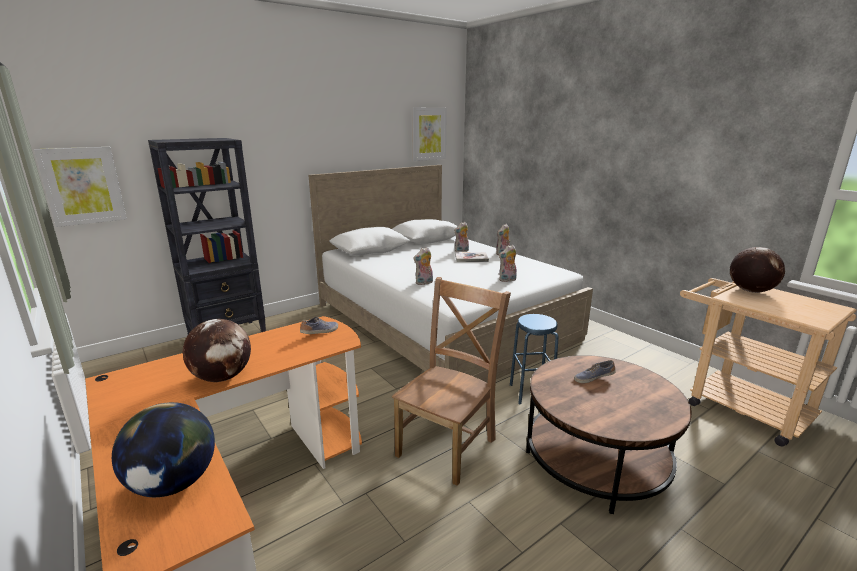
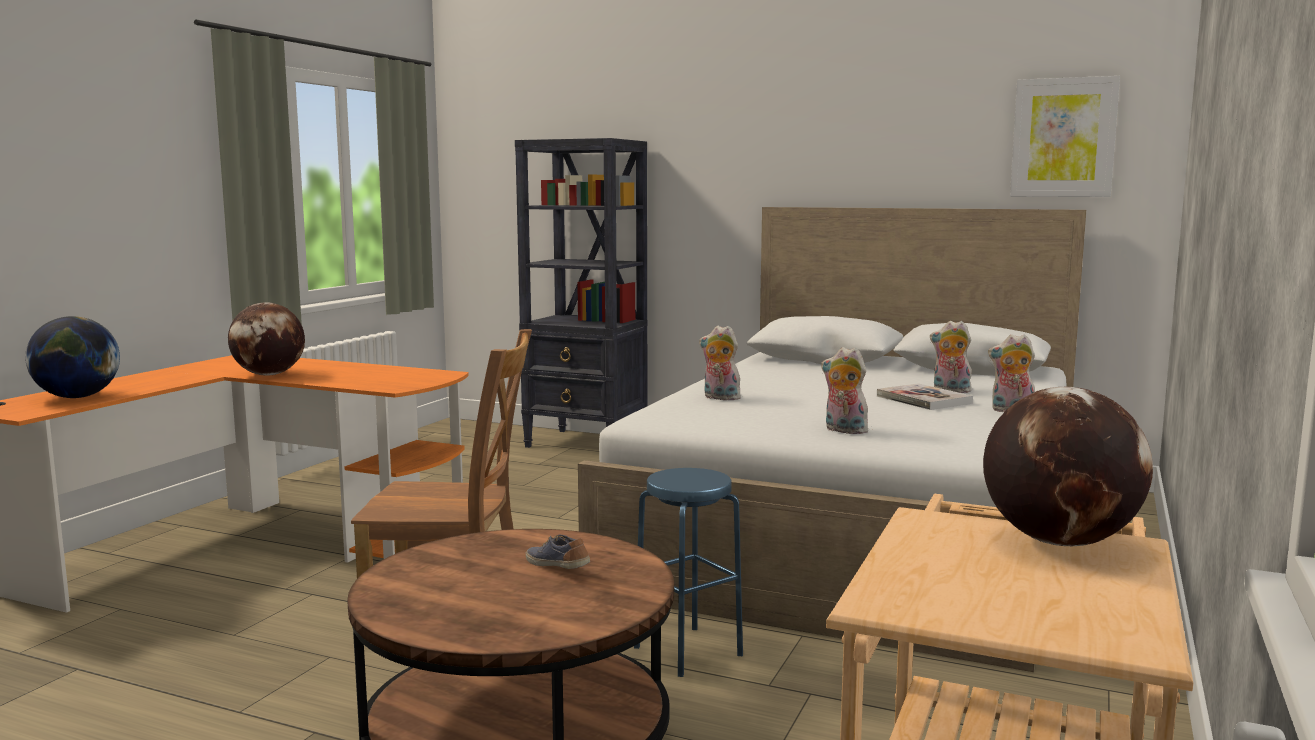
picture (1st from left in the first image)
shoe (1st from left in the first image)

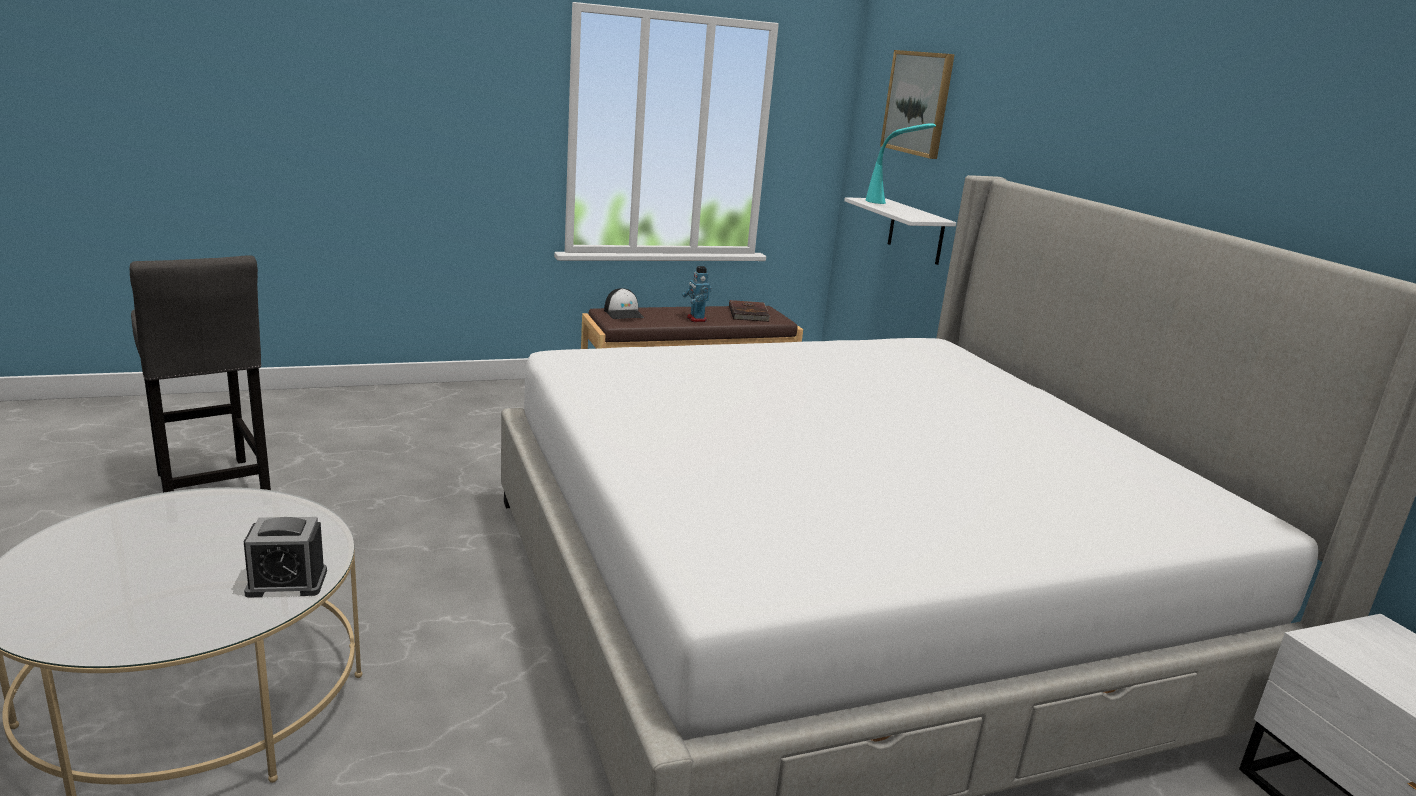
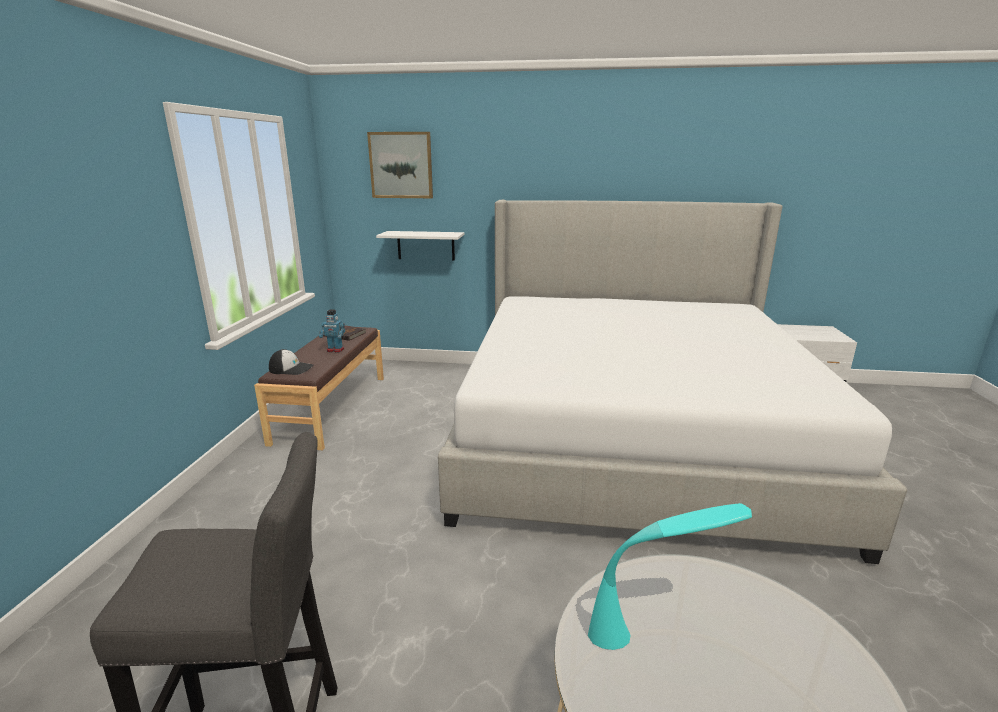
table lamp (turquoise)
alarm clock

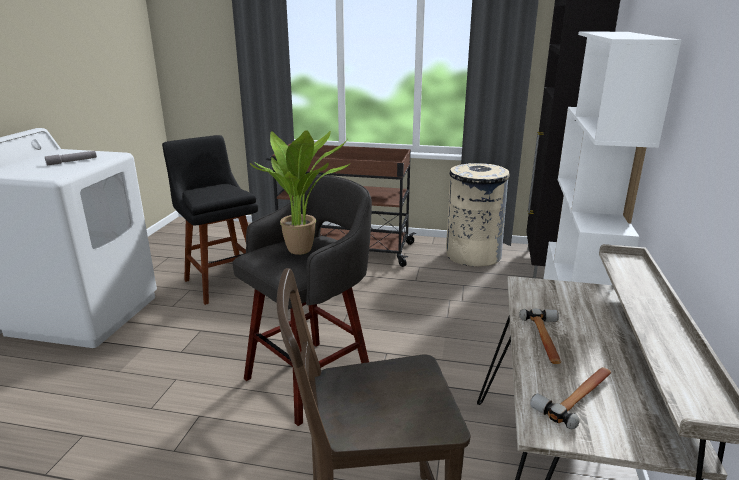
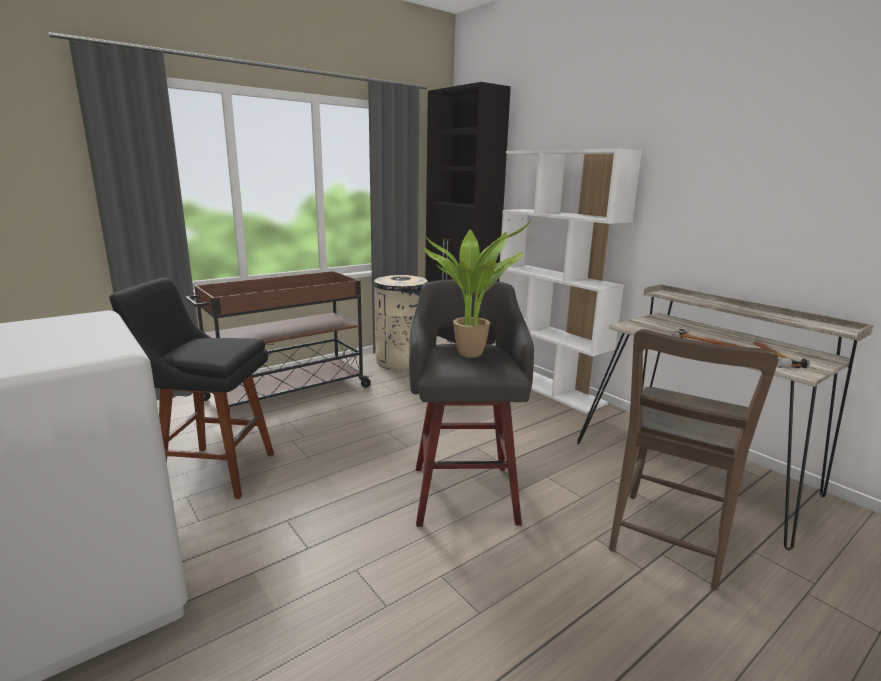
flashlight (grey)

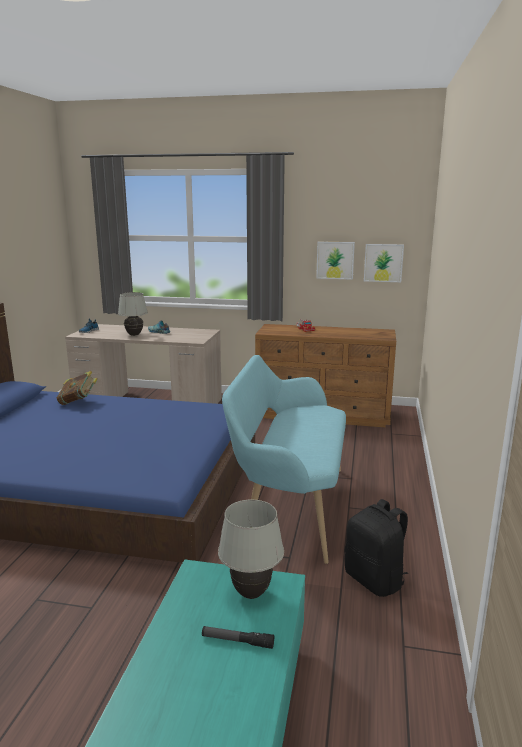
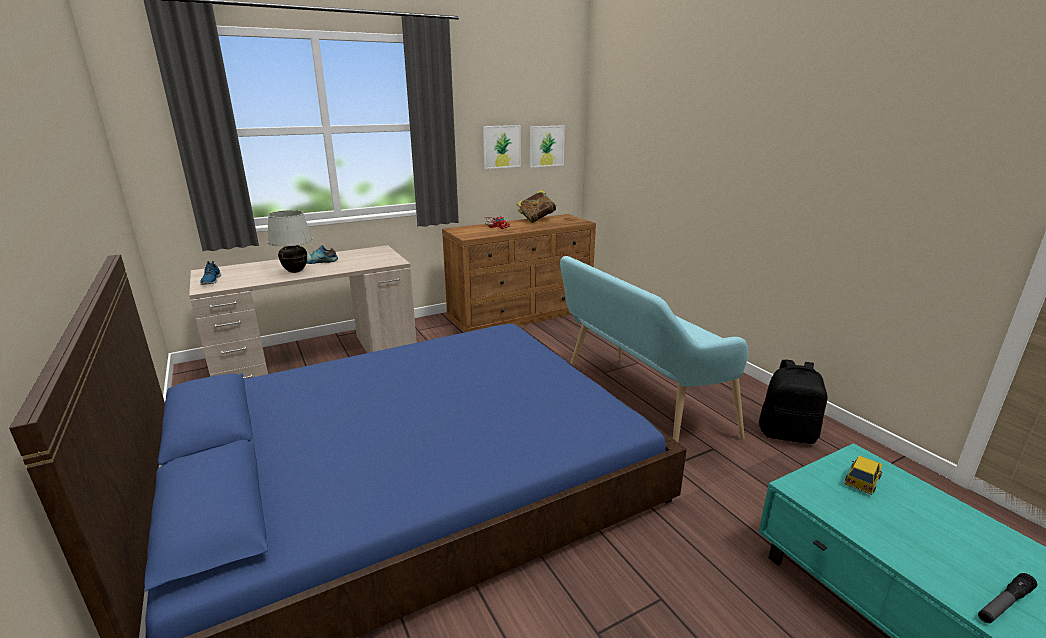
book
toy car
flashlight

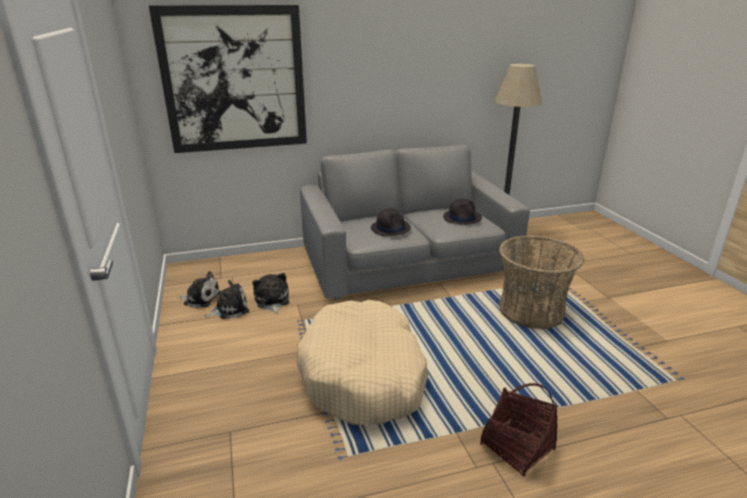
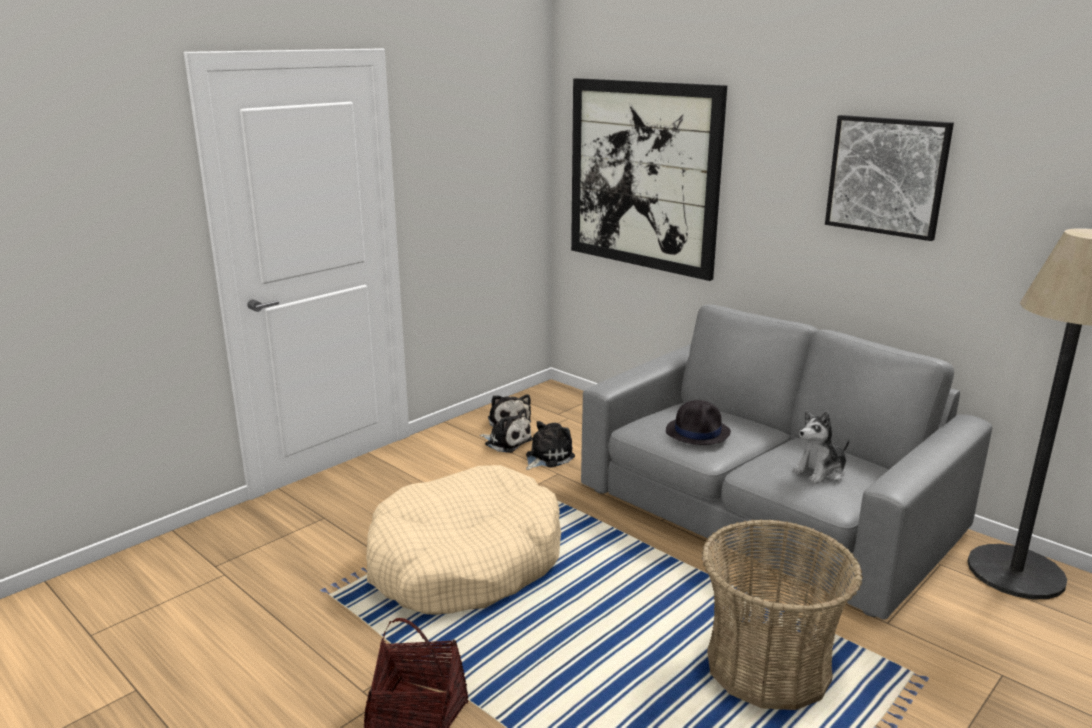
plush toy (4th from left)
picture (2nd from left)

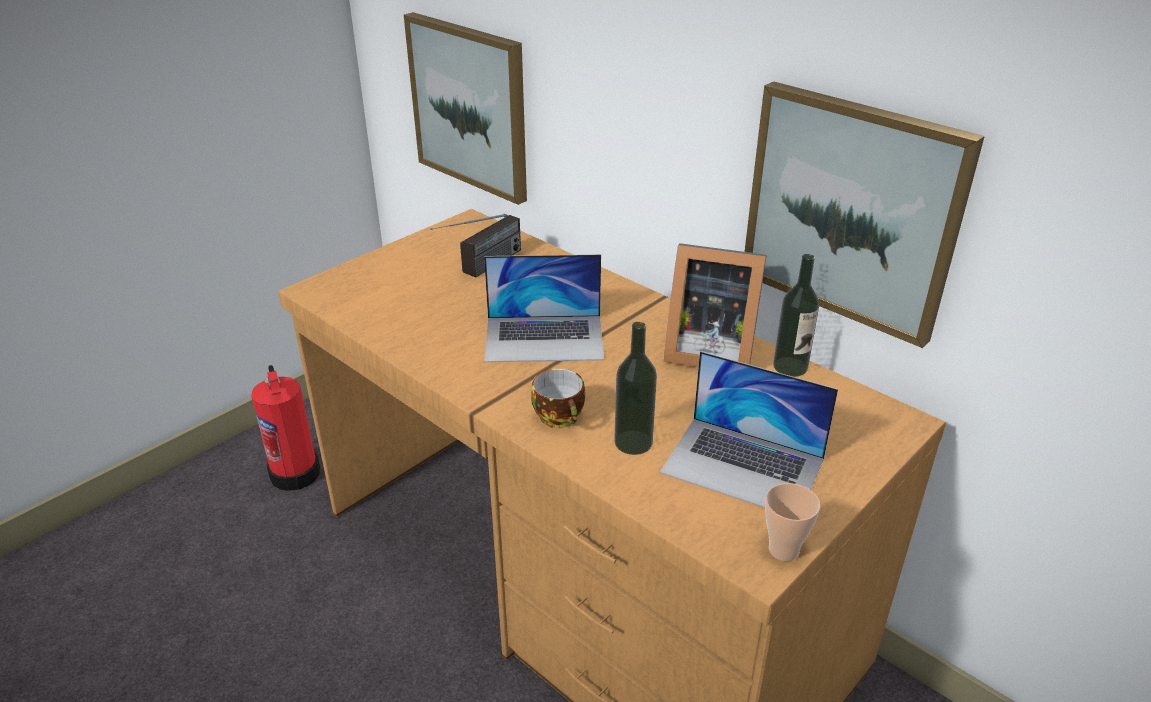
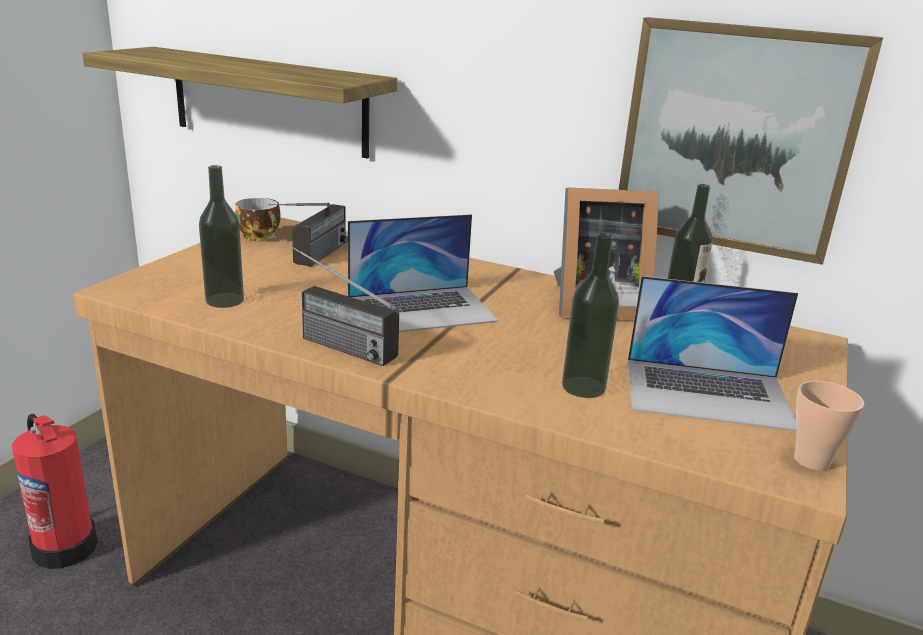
shelf
bottle (1st from left)
cup (1st from left)
radio (2nd from left)

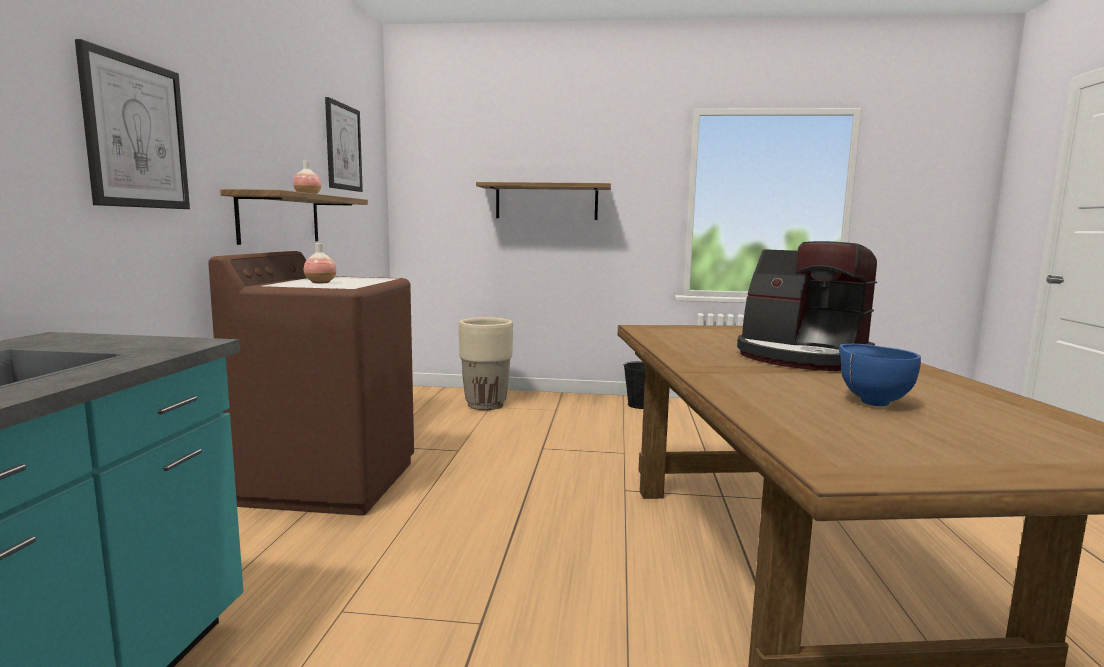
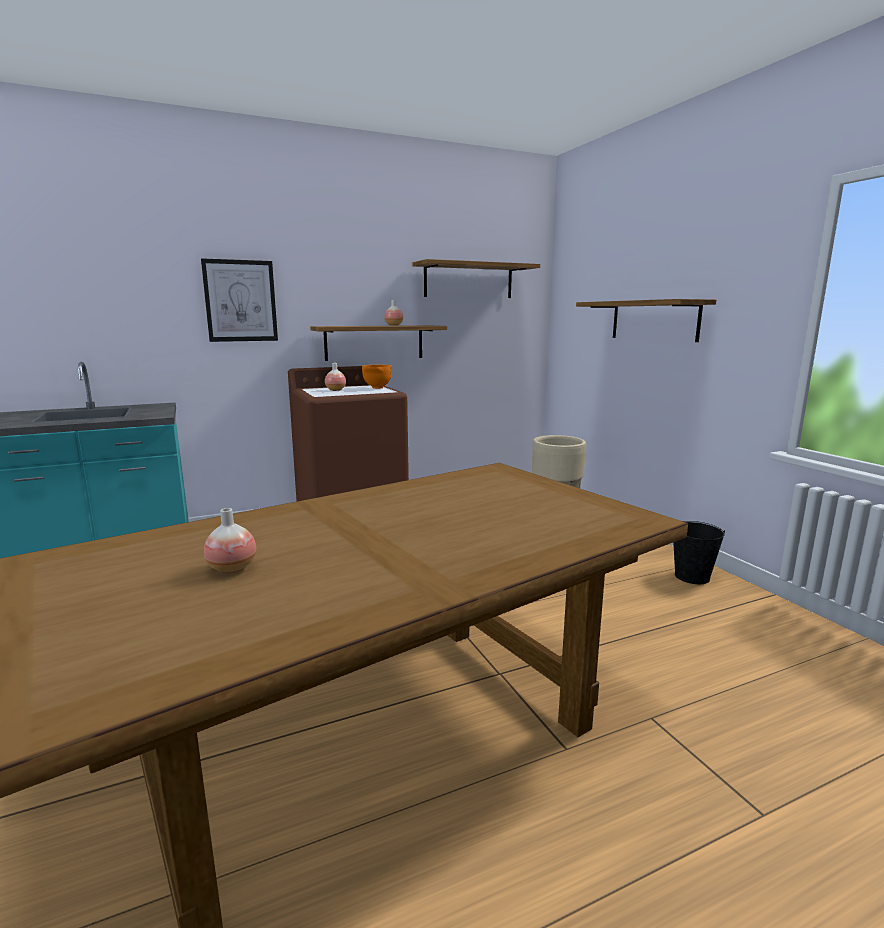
vase (1st from left)
bowl (orange)
shelf (2nd from left)
coffee machine

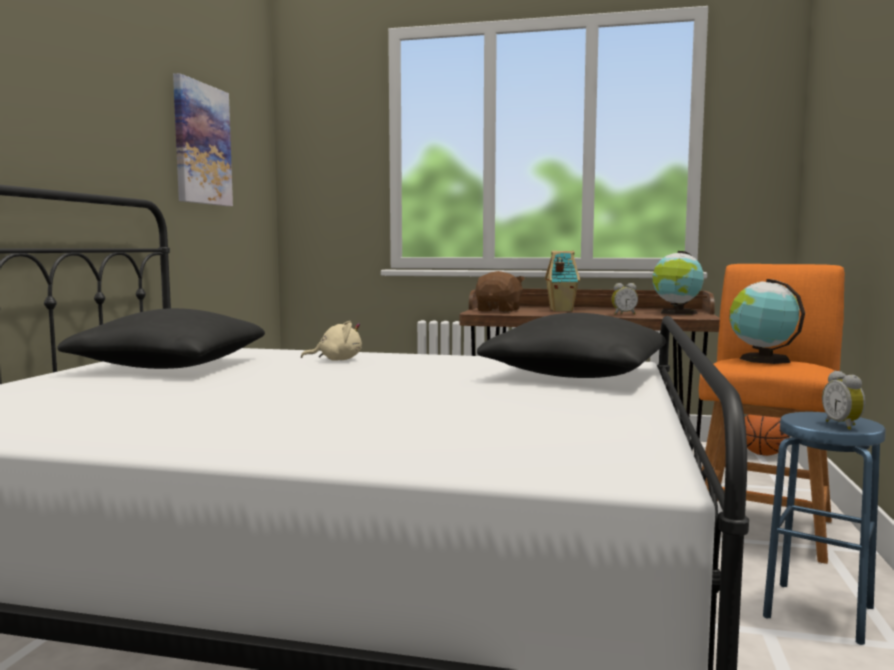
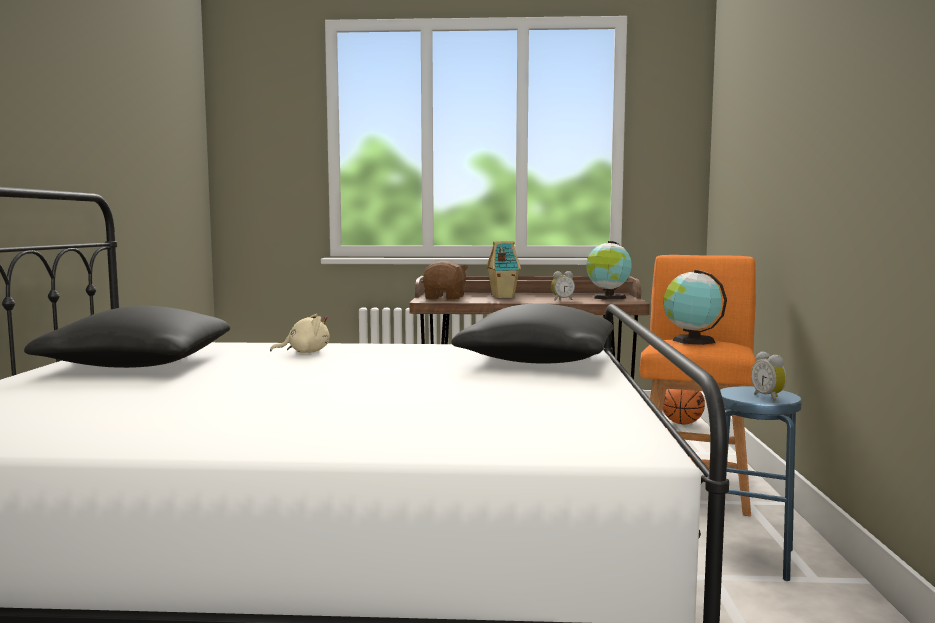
picture

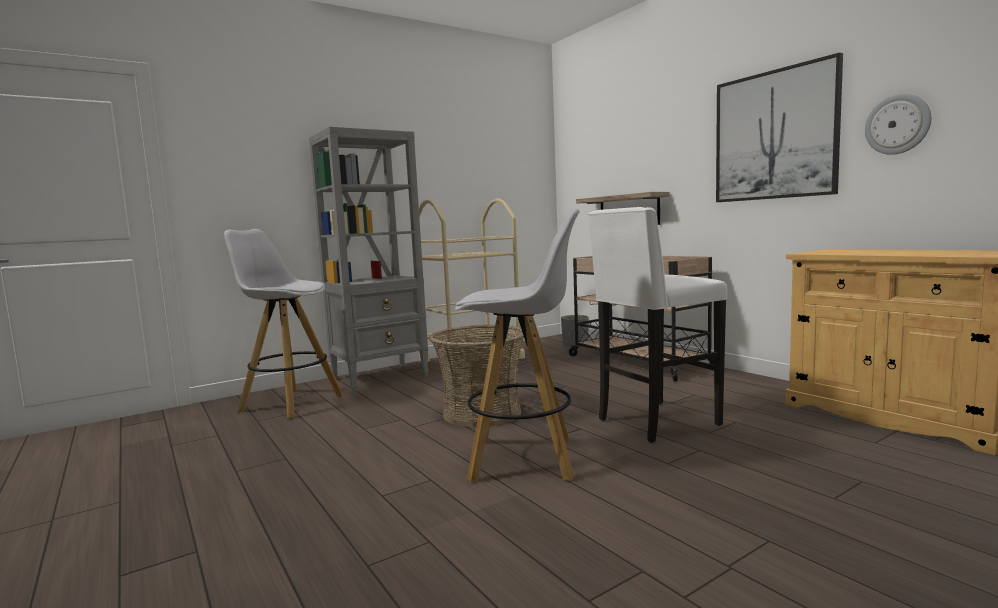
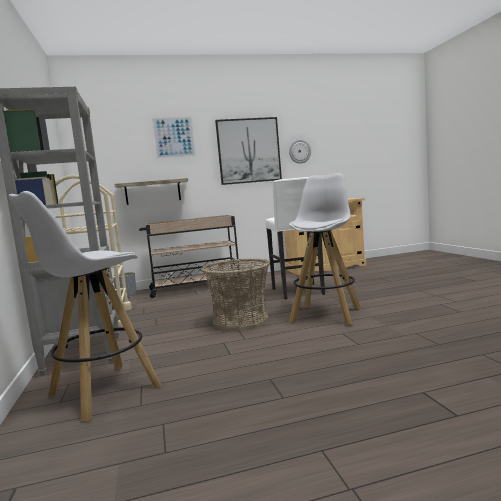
picture (1st from left)

